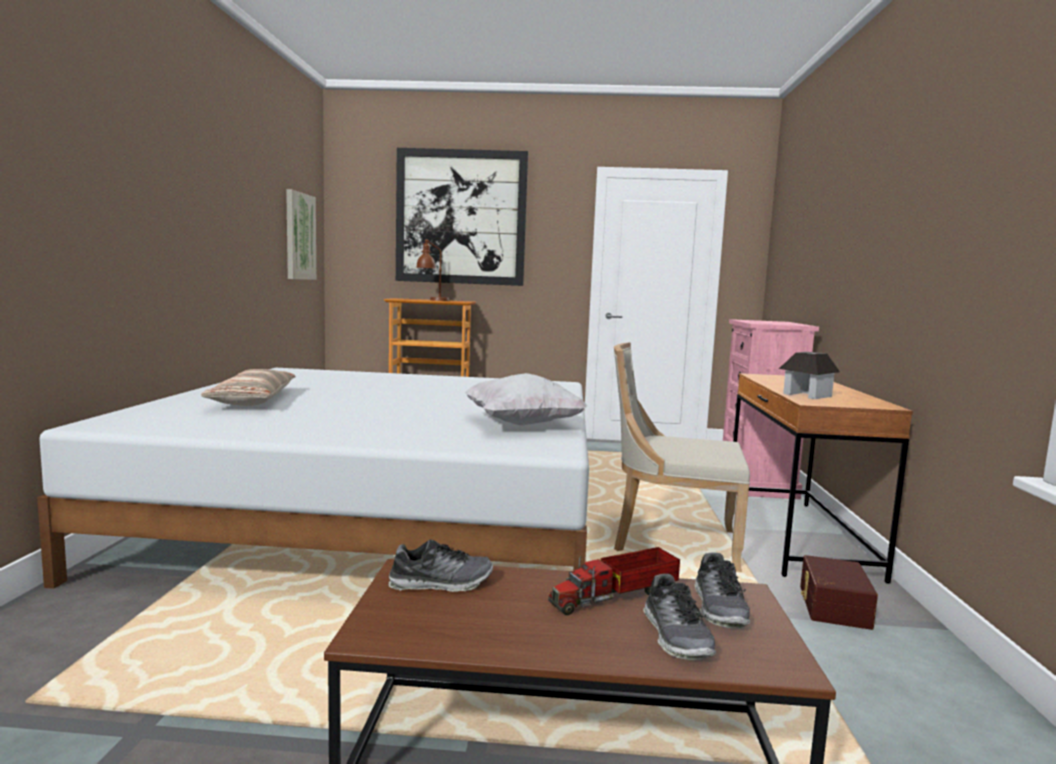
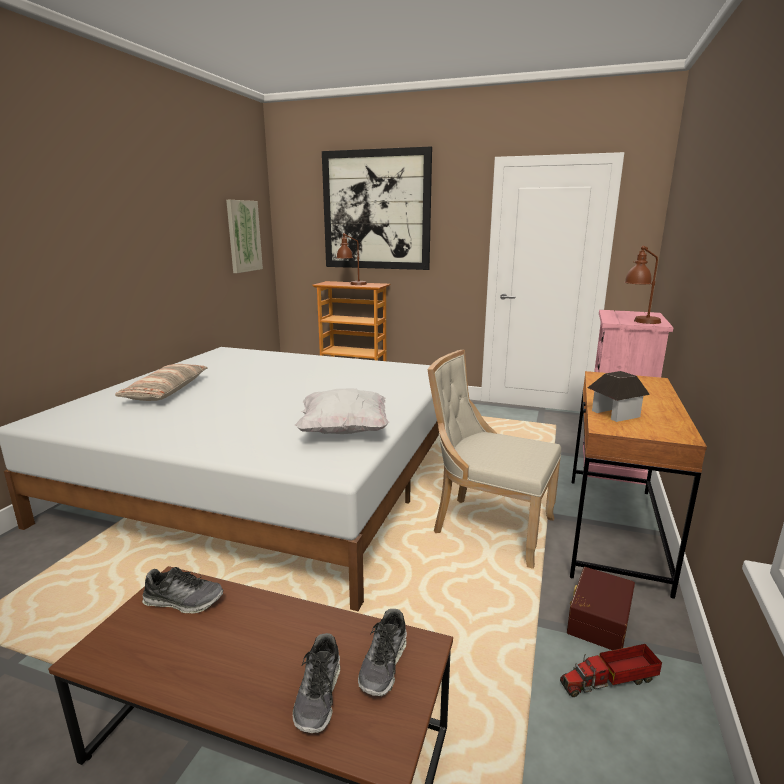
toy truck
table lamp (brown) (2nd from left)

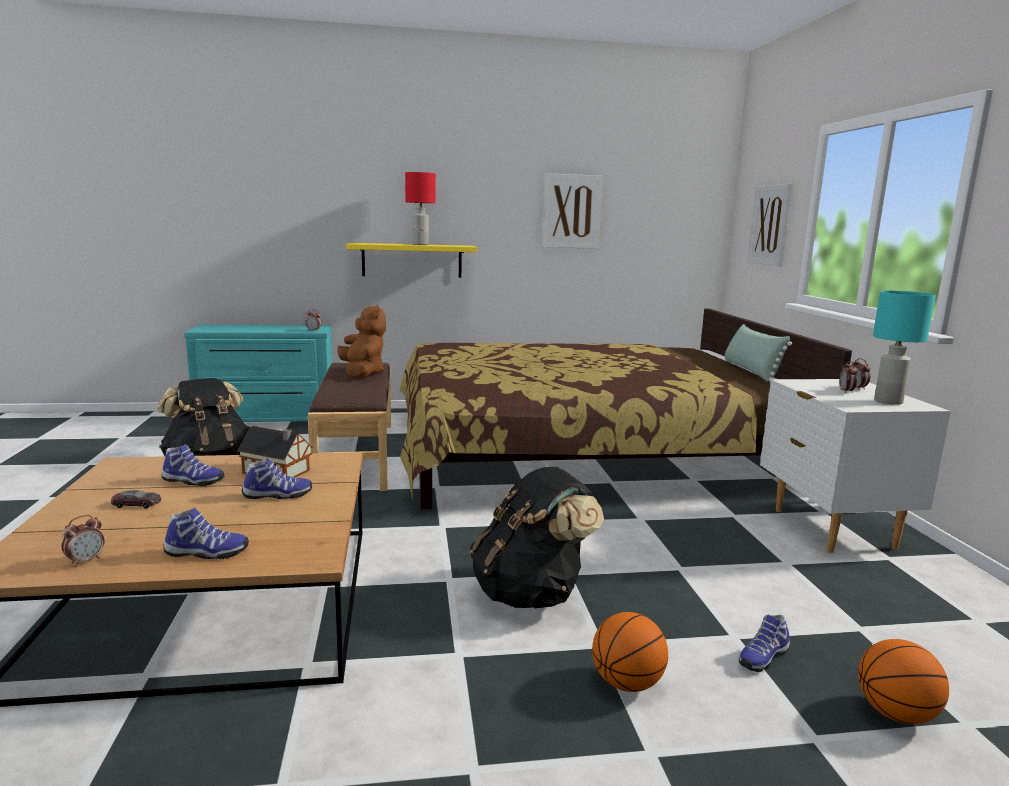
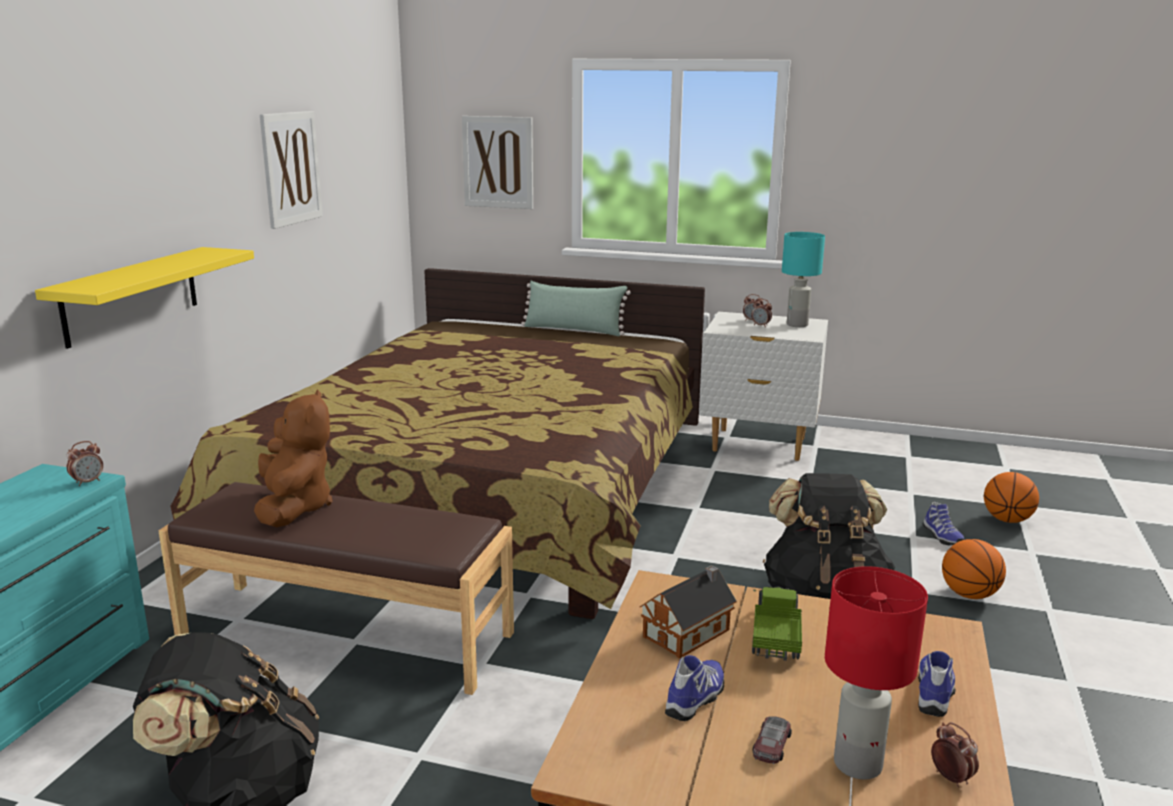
plush toy (brown)
toy truck
table lamp (red)

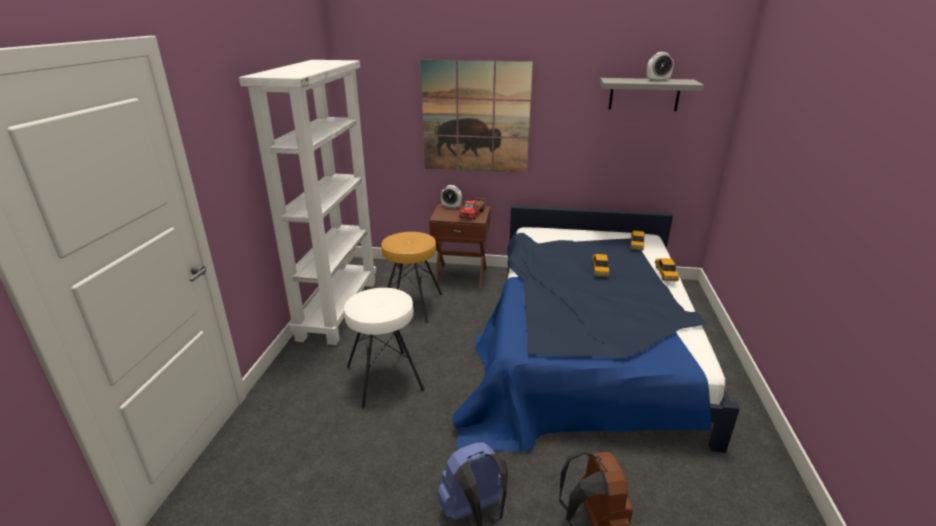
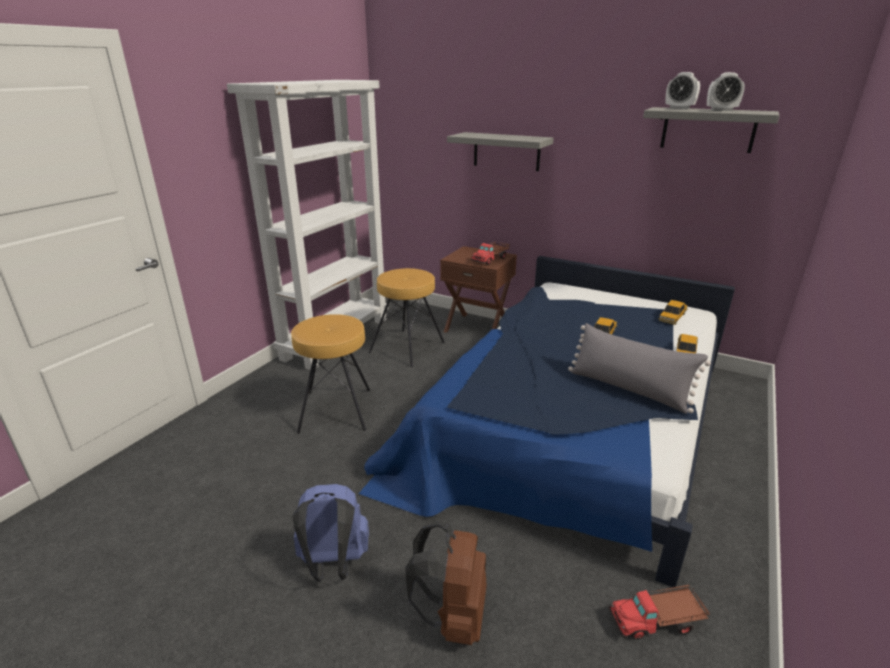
stool (brown) (1st from left)
shelf (grey) (1st from left)
pillow (grey)
toy truck (2nd from left)
alarm clock (1st from left)

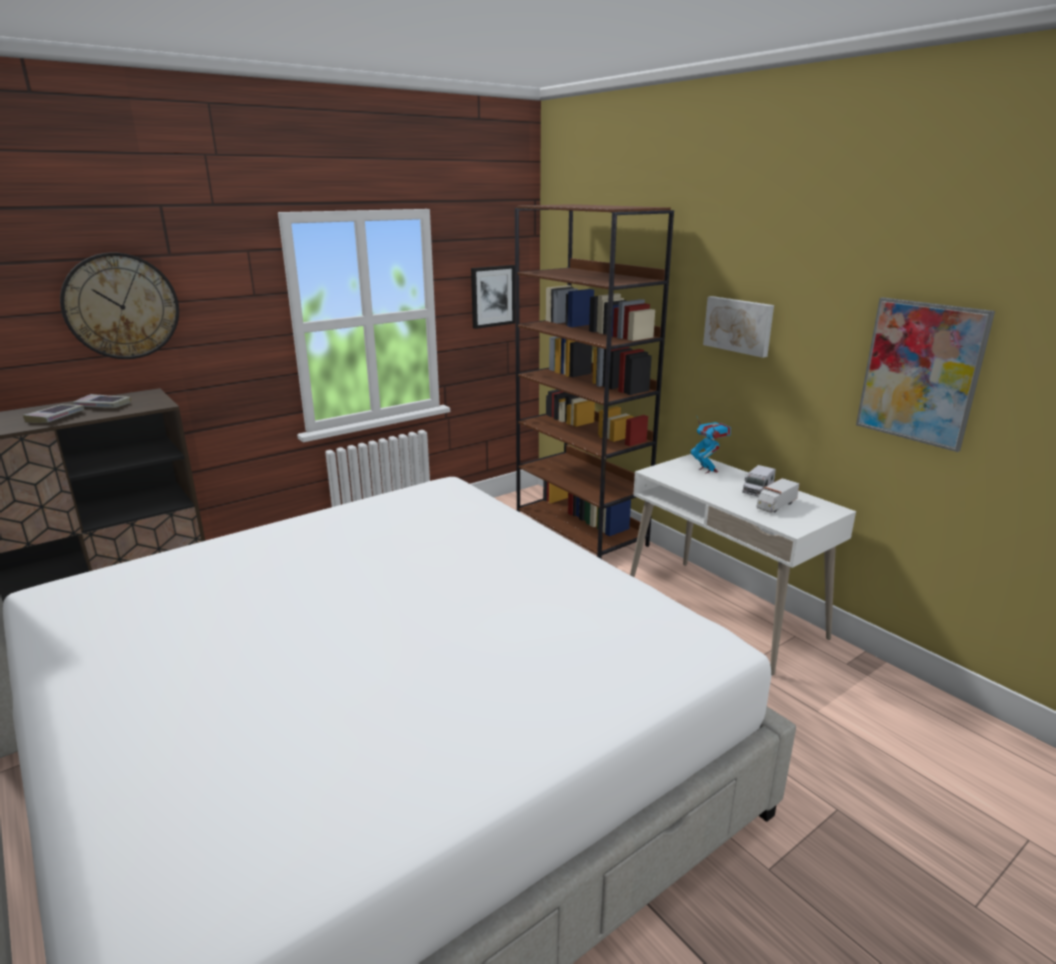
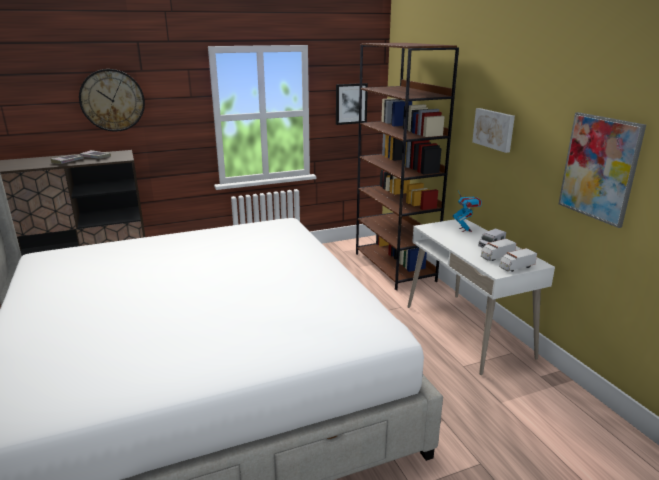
toy truck (3rd from left)

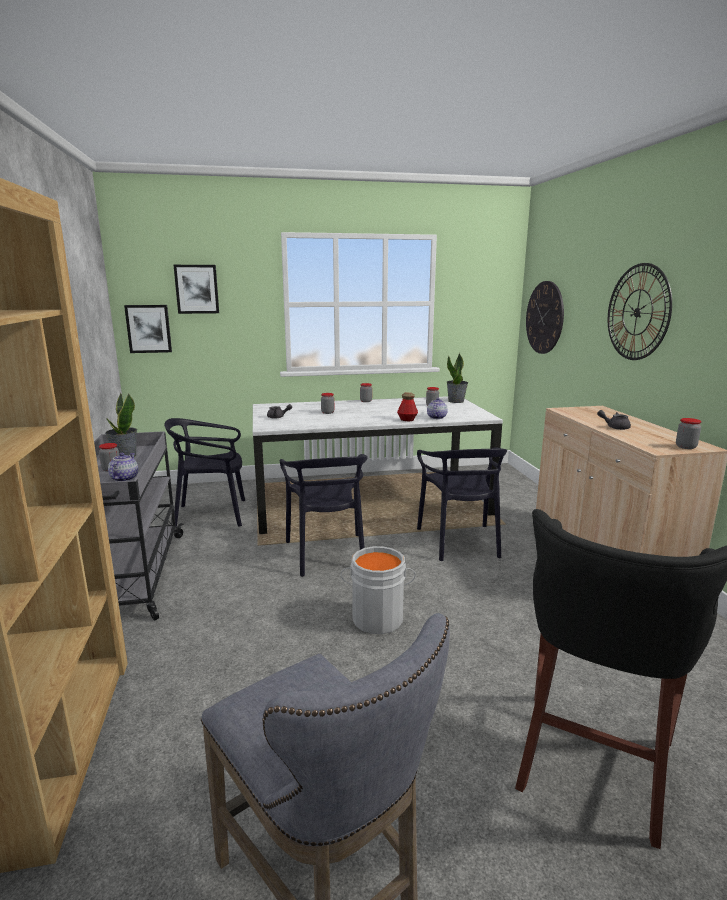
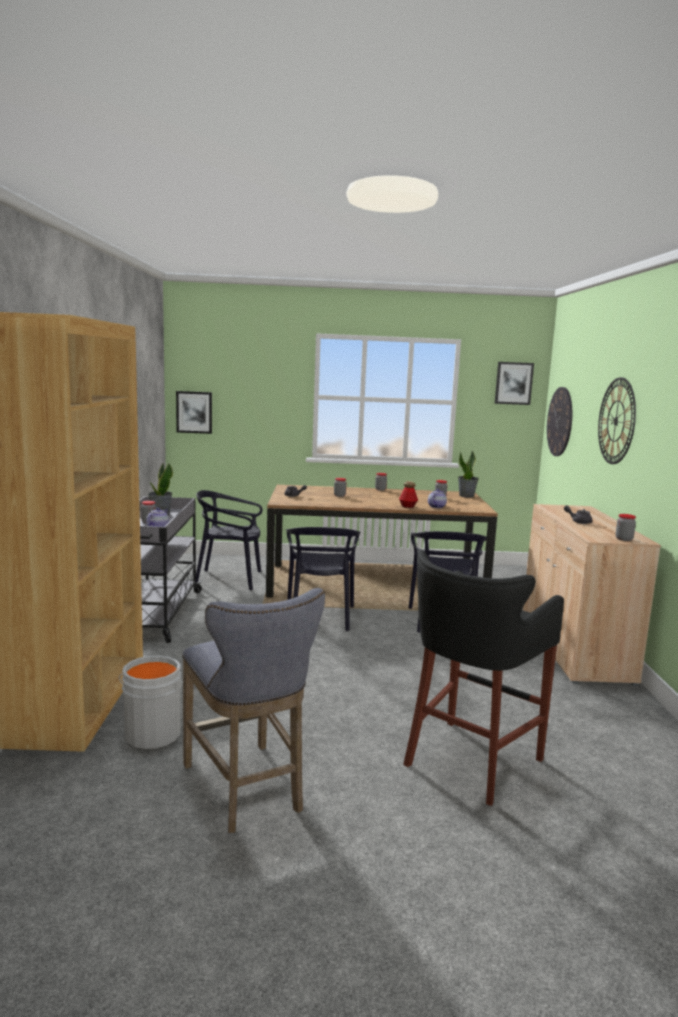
bucket (grey)
dining table (brown)
picture (2nd from left)

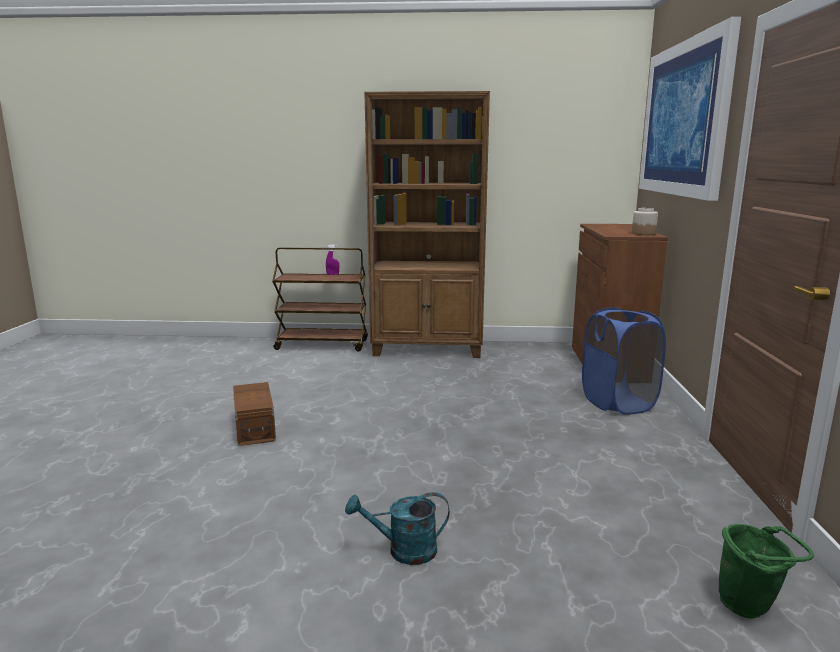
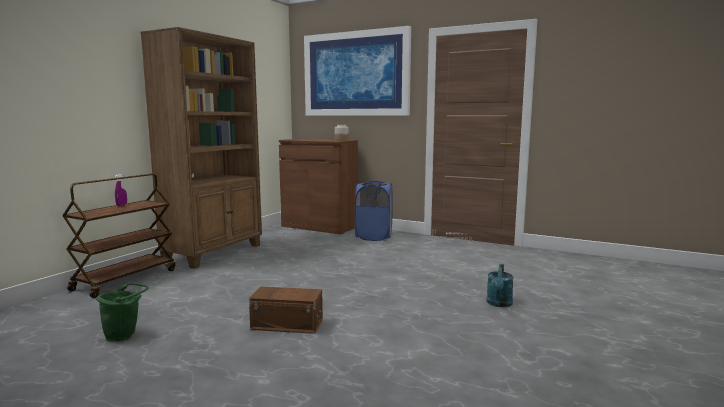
bucket (green)

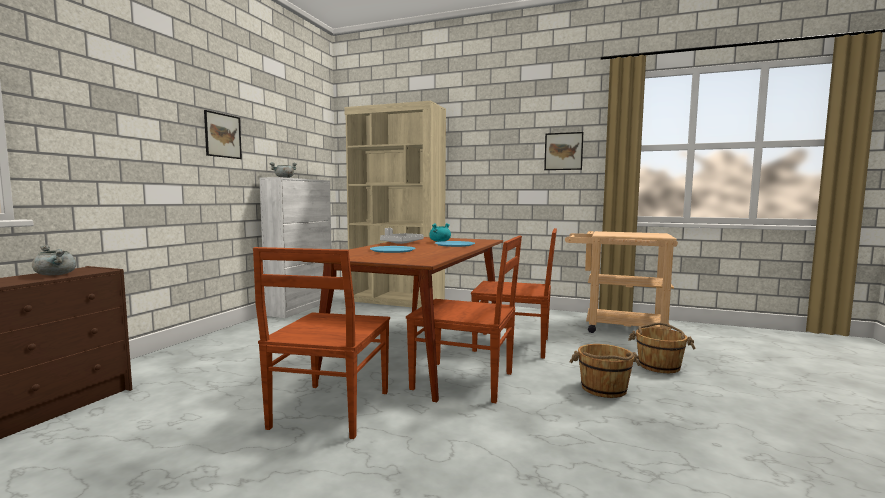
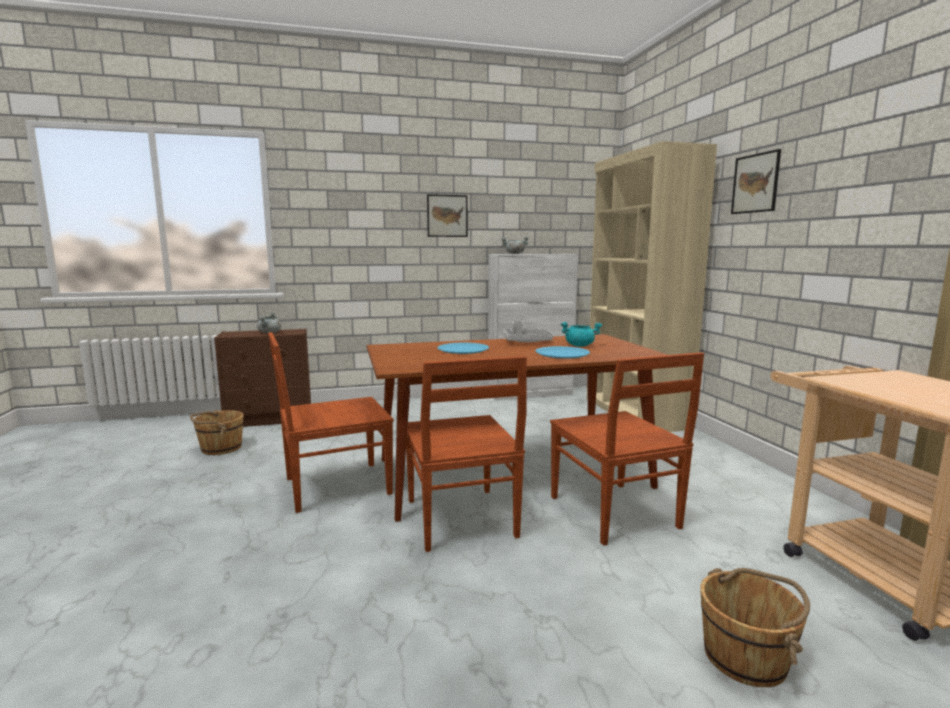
bucket (brown) (1st from left)
picture (2nd from left)

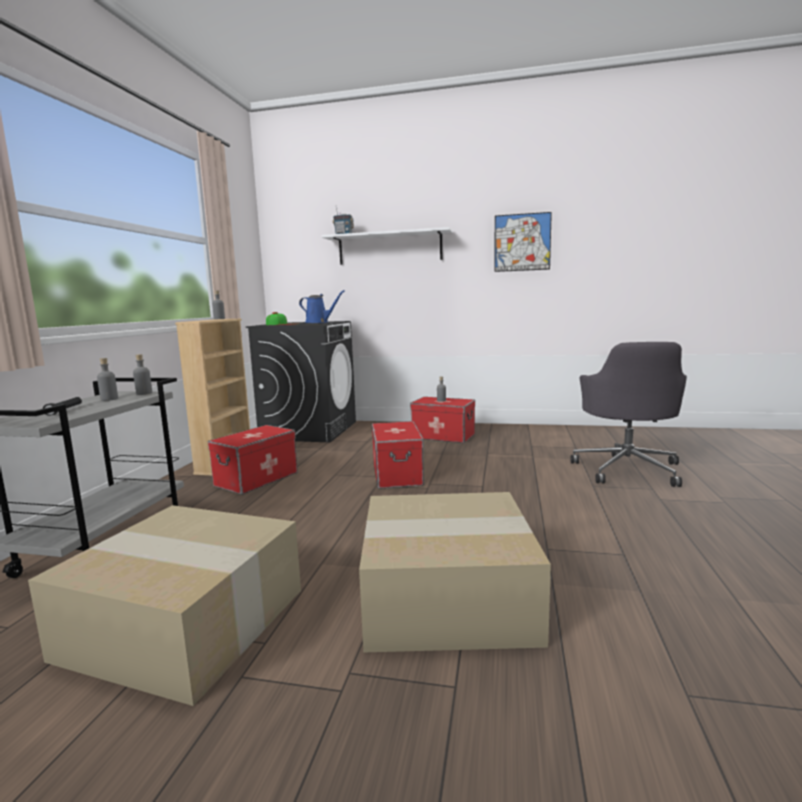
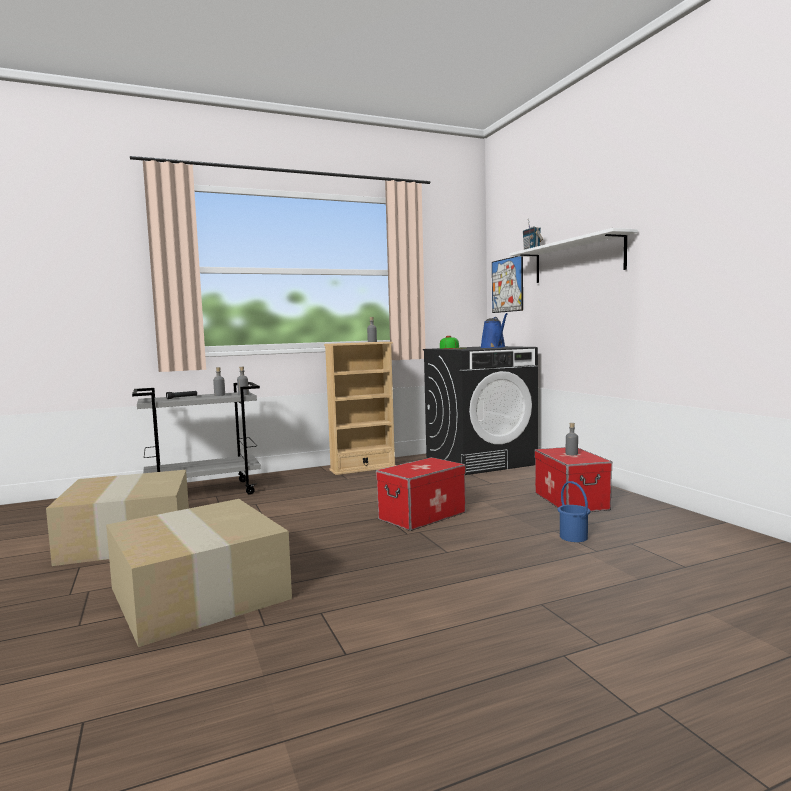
picture
bucket (blue)
storage box (1st from left in the first image)
office chair (grey)

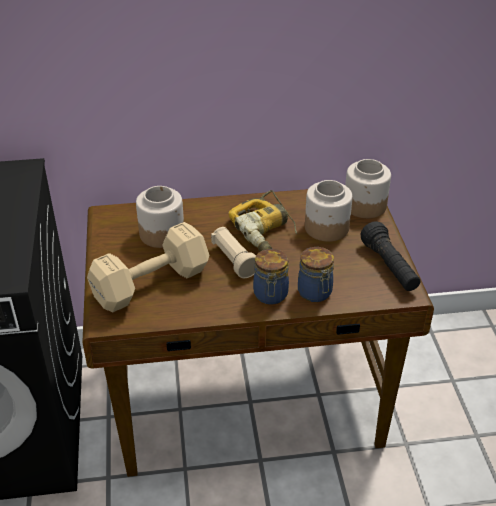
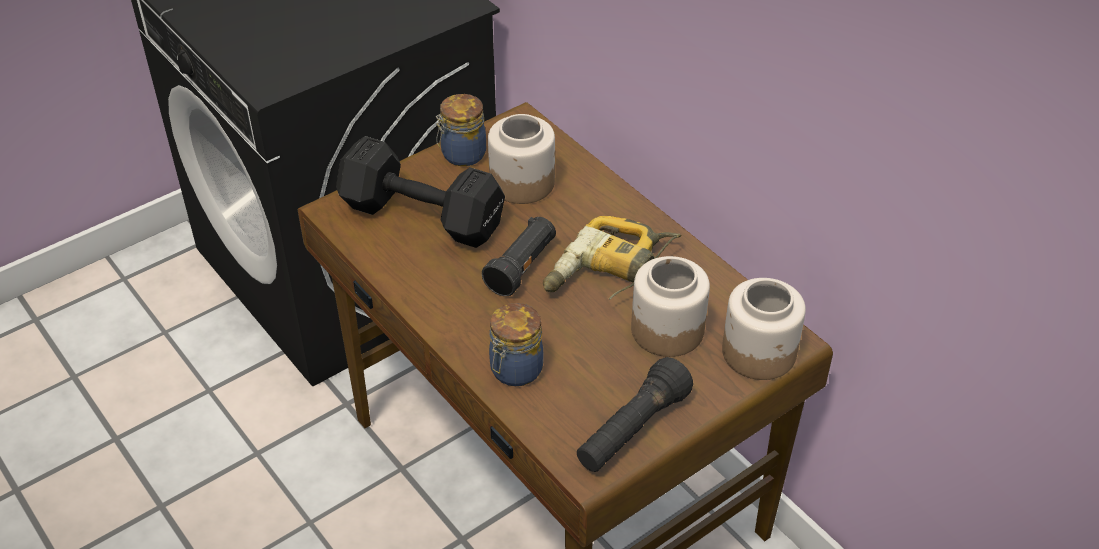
dumbbell (black)
jar (1st from left)
flashlight (black) (1st from left)

